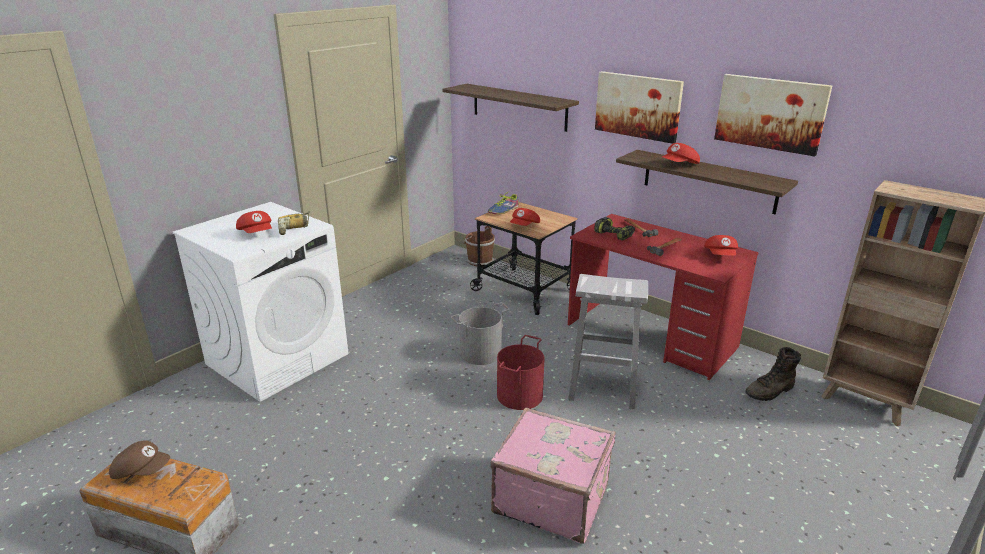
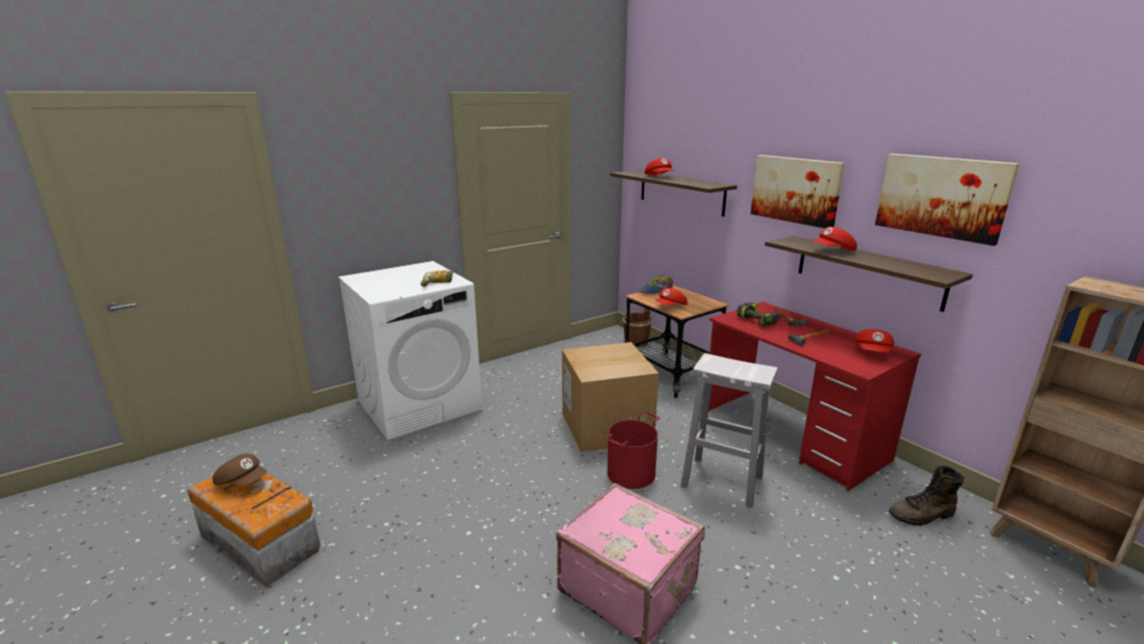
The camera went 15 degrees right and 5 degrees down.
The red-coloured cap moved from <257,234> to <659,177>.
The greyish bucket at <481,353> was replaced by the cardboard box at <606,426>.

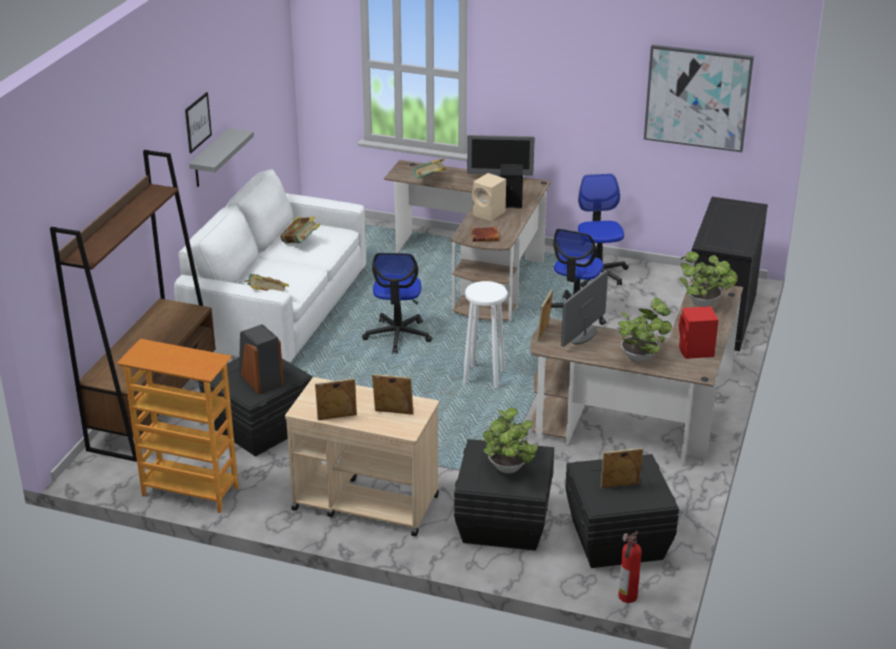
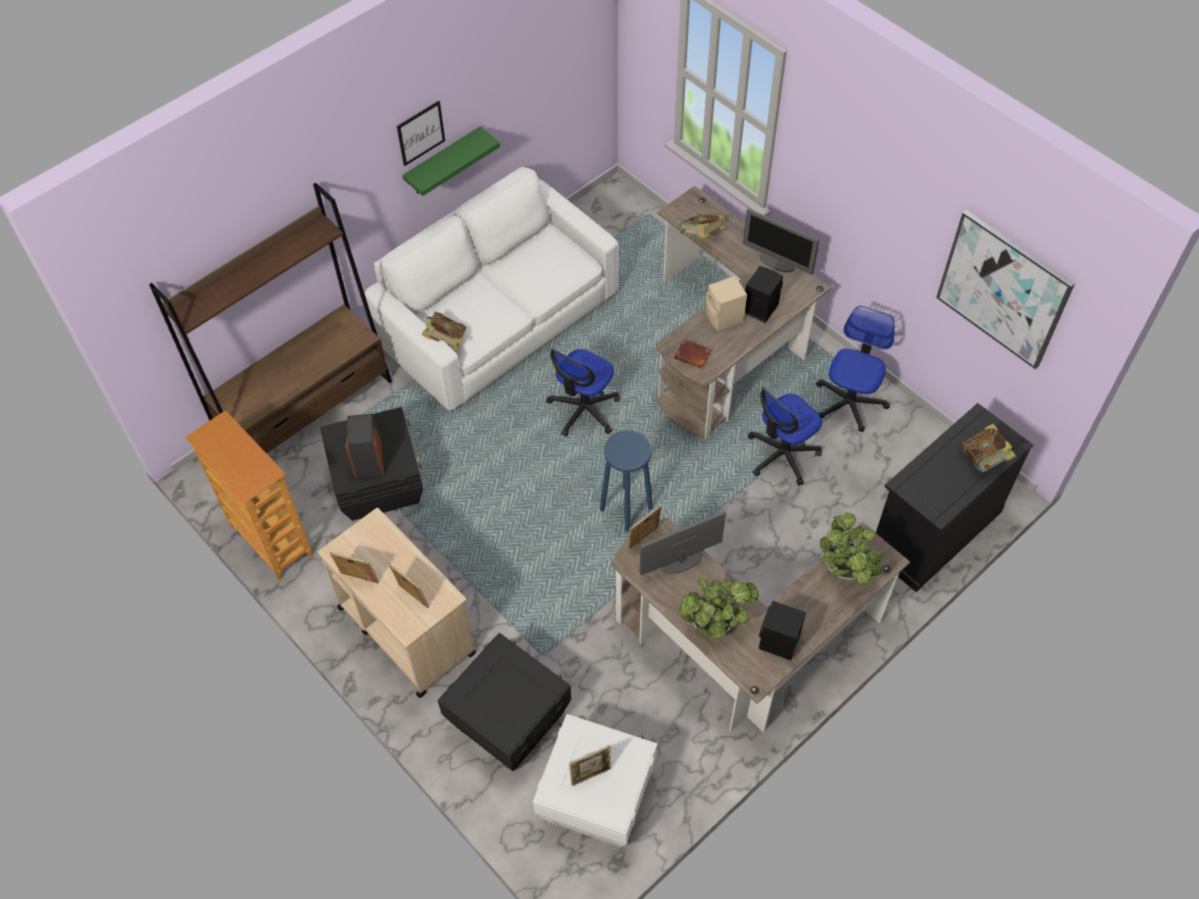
The camera went 30 degrees right and 25 degrees up.
The potted plant at <508,469> disappeared.
The fire extinguisher at <627,597> disappeared.
The bound book moved from <300,243> to <984,459>.
The greyish shelf at <210,159> became the green-coloured shelf at <443,162>.
The white sitting stool at <484,377> became the bluish sitting stool at <626,508>.
The blackish storage bin at <616,539> became the white storage bin at <596,796>.
The red-coloured speaker at <696,351> became the blackish speaker at <778,643>.
The photo frame at <620,487> turned 135 degrees clockwise.

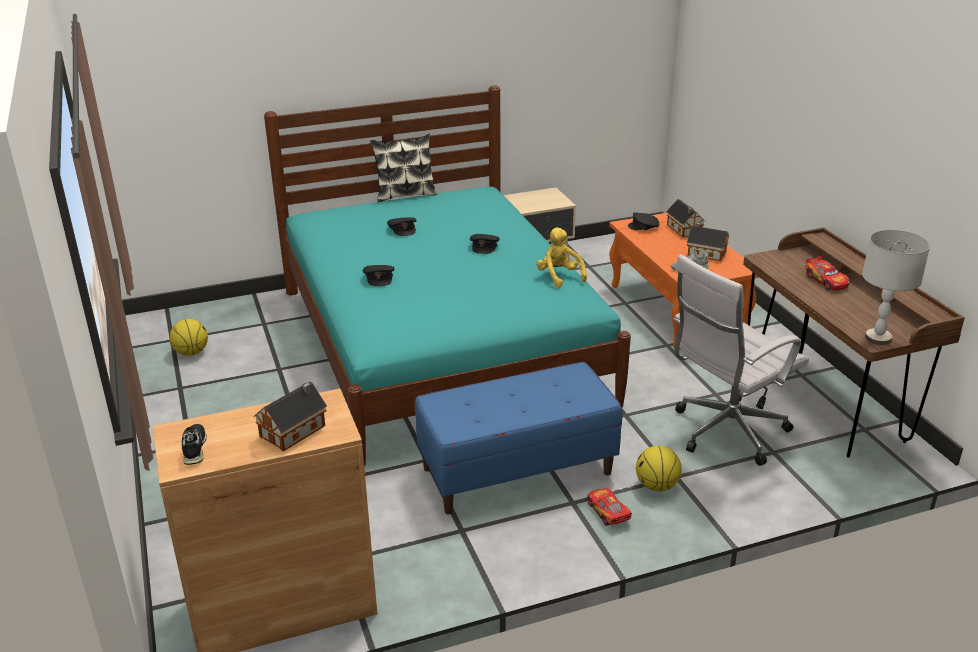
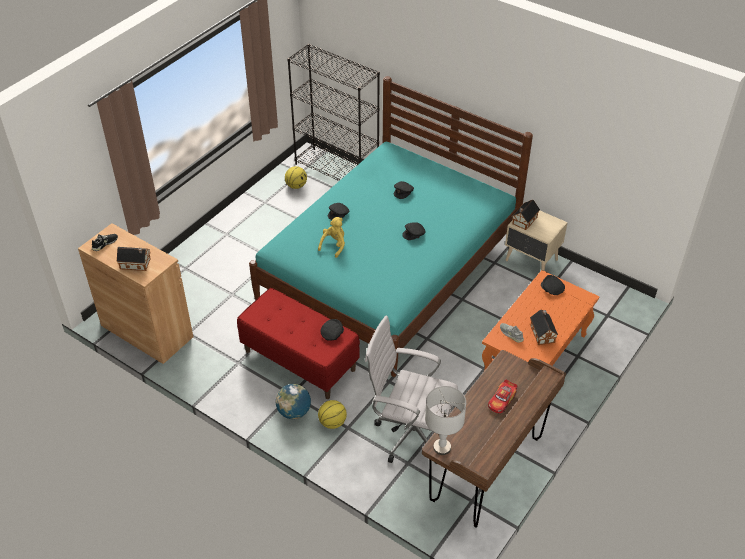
The camera went 55 degrees right and 15 degrees up.
The throw pillow at <405,194> disappeared.
The blackish bookcase at <337,171> appeared.
The blackish cap at <332,333> appeared.
The yellow plush toy moved from <559,276> to <334,245>.
The toy house moved from <684,230> to <524,221>.
The toy car at <608,512> was replaced by the globe at <294,412>.
The bluish bench at <517,470> became the red-coloured bench at <300,360>.

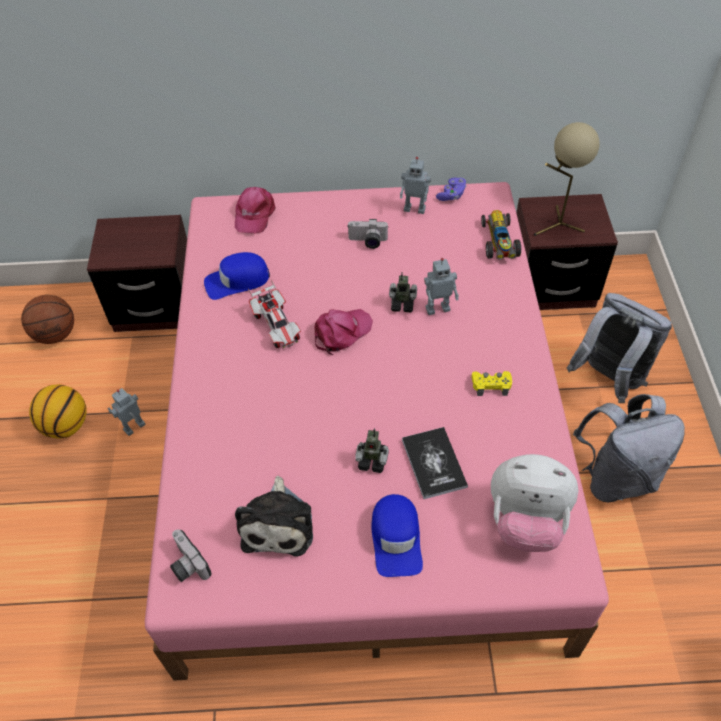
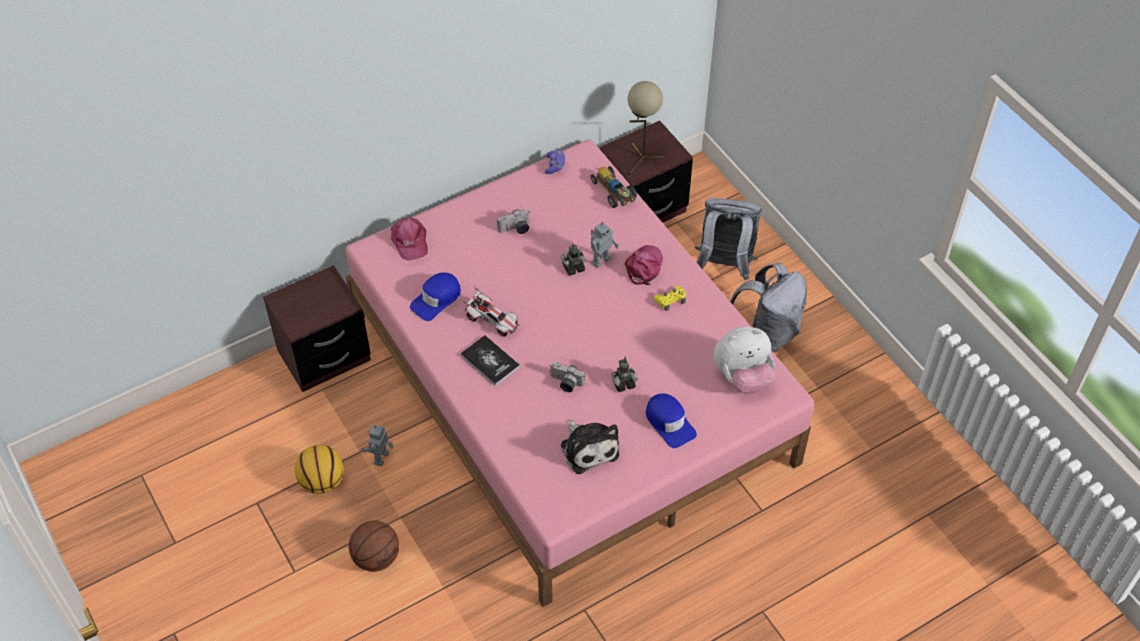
The camera went 30 degrees left and 0 degrees up.
The robot figure at <415,208> disappeared.
The basketball moved from <56,334> to <376,557>.
The photo camera moved from <186,564> to <565,383>.
The pink cap moved from <341,332> to <644,267>.
The bound book moved from <434,463> to <490,361>.

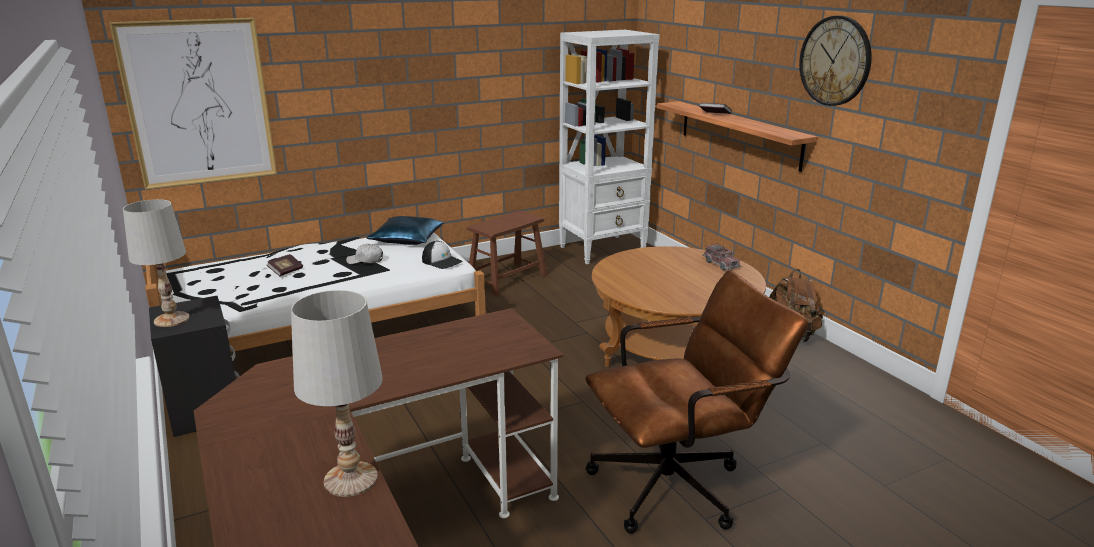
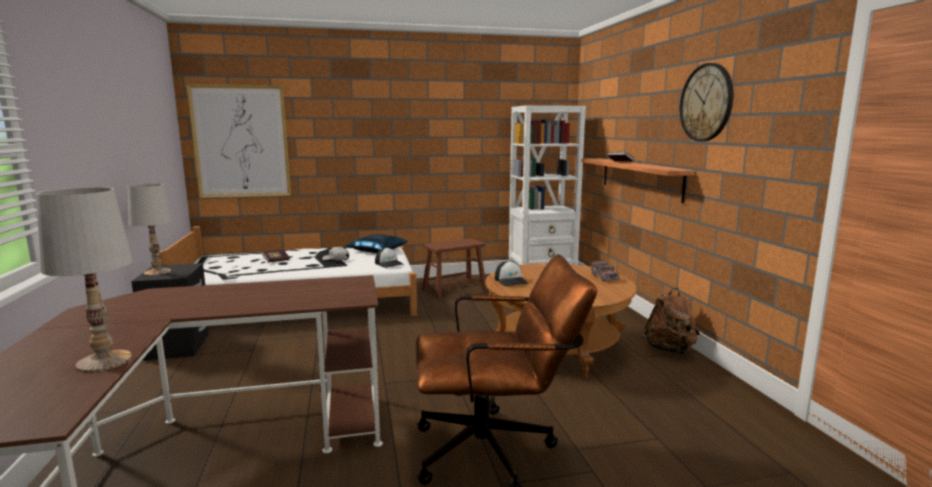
The camera went 15 degrees right and 10 degrees down.
The cap at <511,281> appeared.

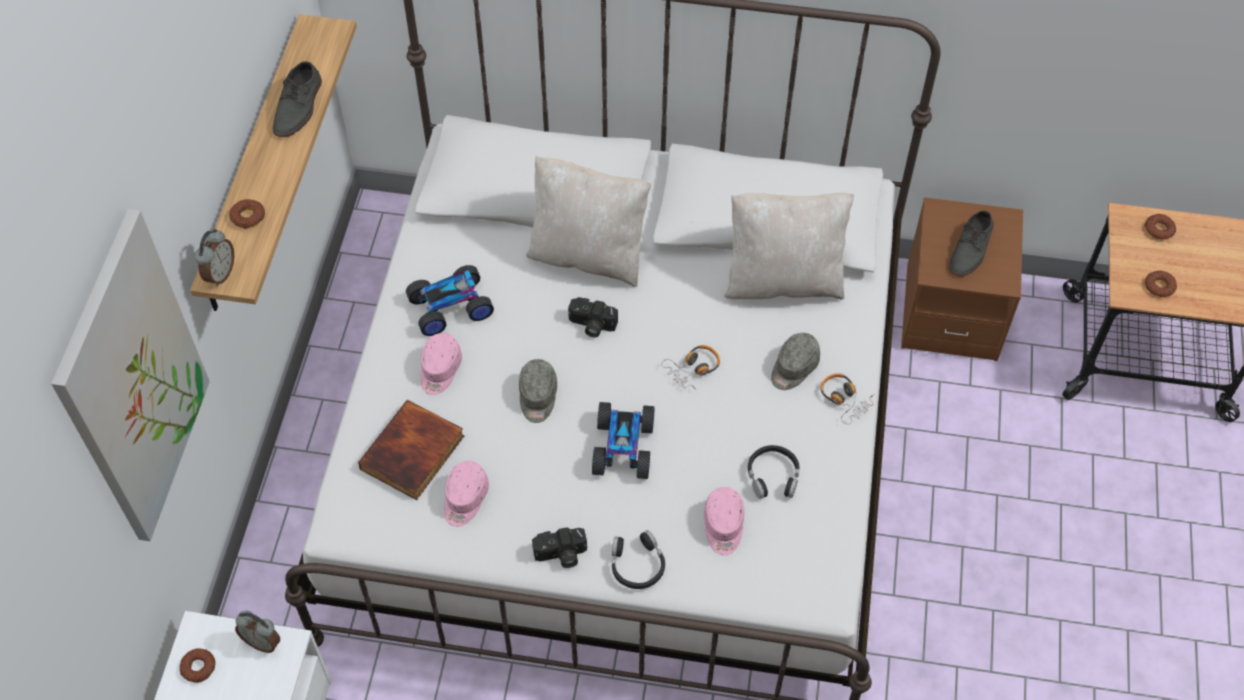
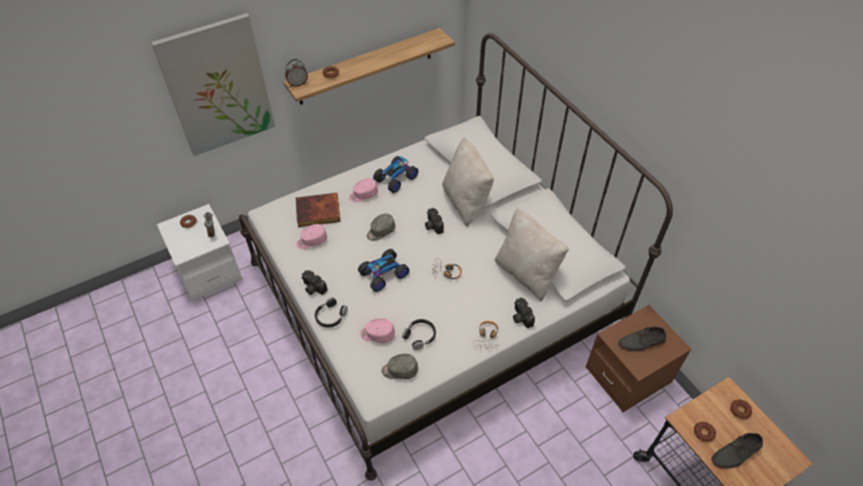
The camera went 50 degrees right and 5 degrees down.
The photo camera at <520,317> appeared.
The greyish item of footwear moved from <299,107> to <736,453>.
The greyish cap moved from <793,368> to <399,370>.
The toy car at <450,307> turned 75 degrees counterclockwise.
The pink cap at <723,526> turned 45 degrees clockwise.

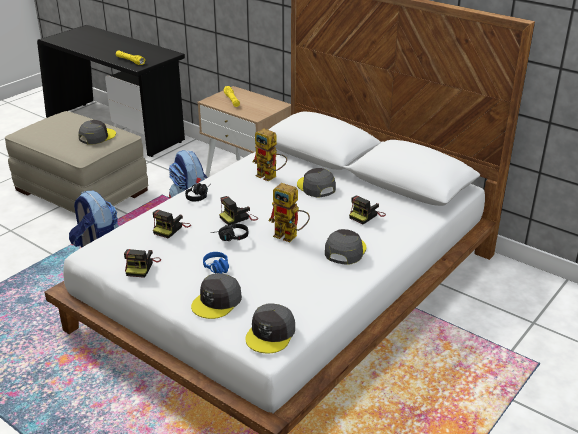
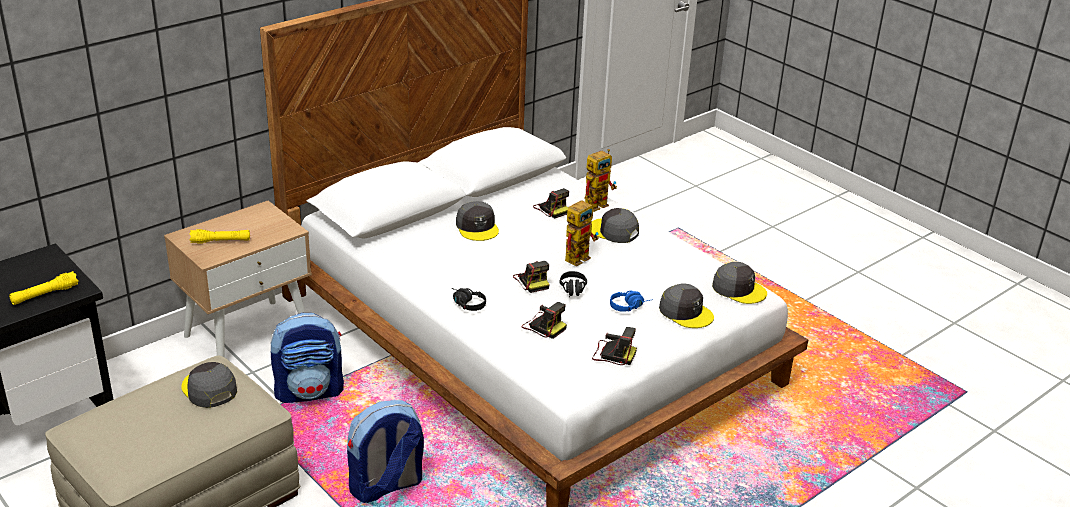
The camera went 80 degrees left and 0 degrees up.
The robot figure moved from <270,177> to <598,203>.
The greyish cap at <316,187> turned 90 degrees counterclockwise.

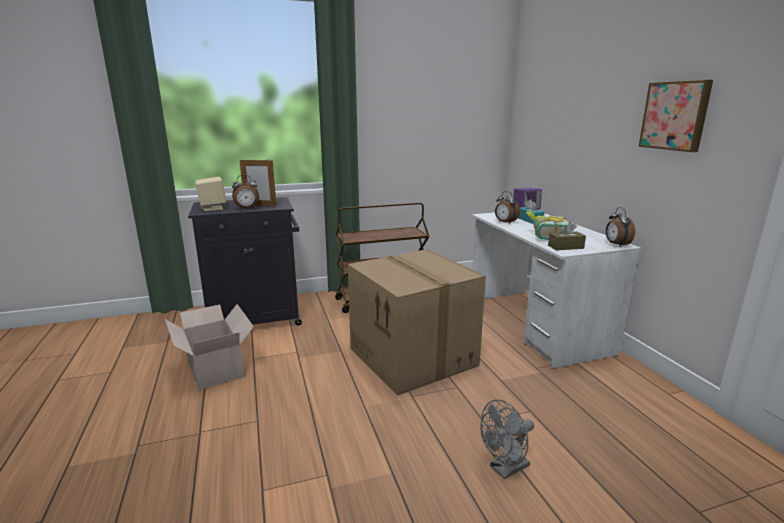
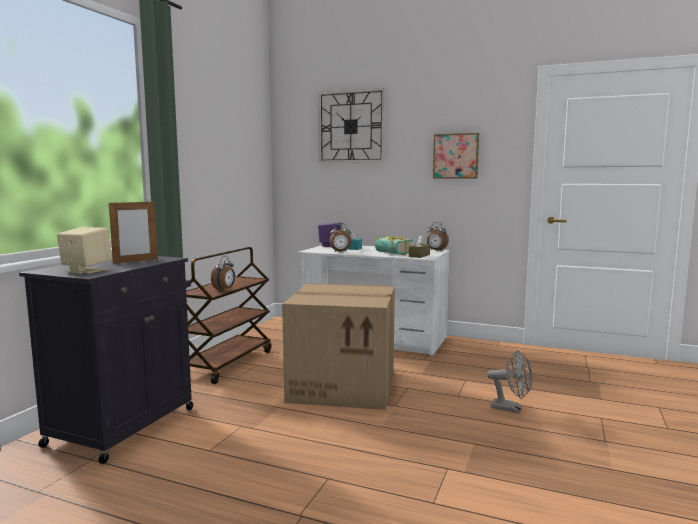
The camera went 50 degrees left and 10 degrees down.
The cardboard box at <215,367> disappeared.
The wall clock at <351,126> appeared.
The bedside clock moved from <247,209> to <224,289>.
The greyish electric fan at <505,469> turned 75 degrees counterclockwise.

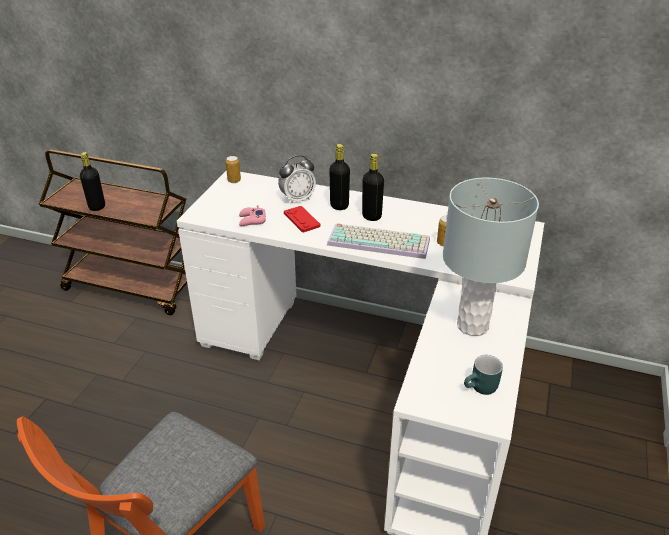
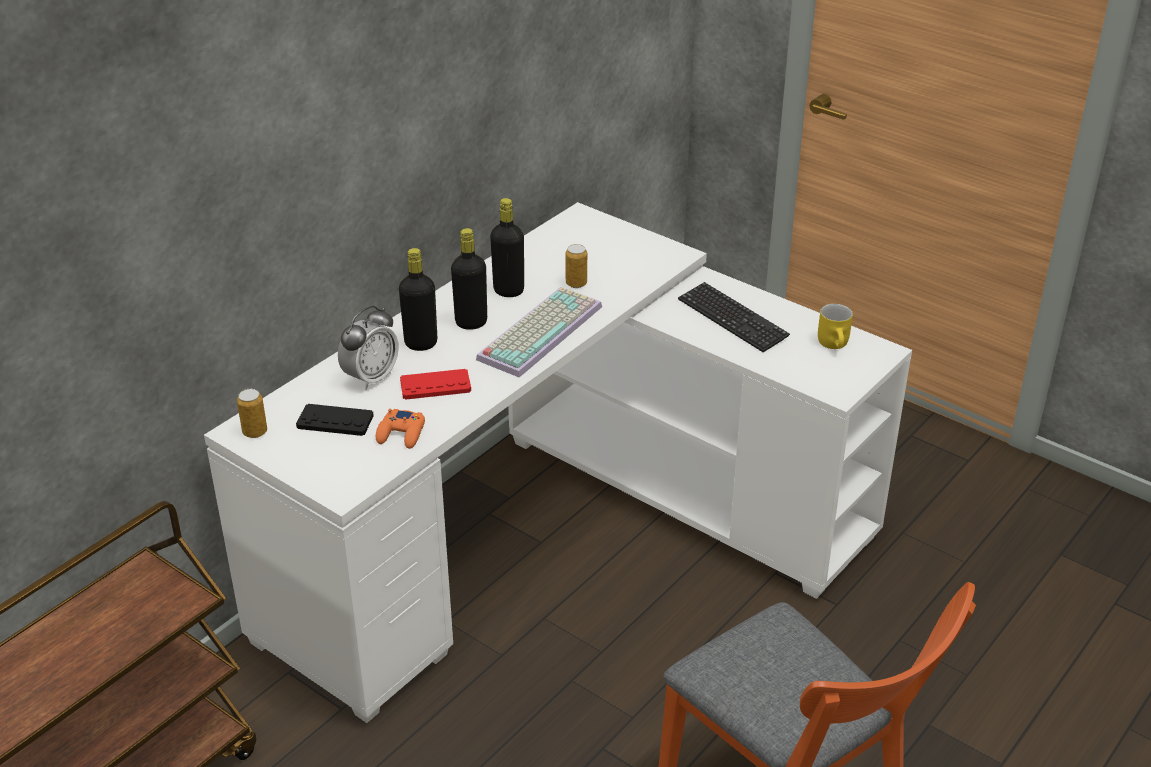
The camera went 70 degrees left and 0 degrees up.
The blackish gamepad at <335,421> appeared.
The blackish bottle moved from <97,207> to <508,290>.
The greyish lamp for a table at <473,326> was replaced by the keyboard at <732,319>.
The pink gamepad at <252,220> became the orange-coloured gamepad at <401,434>.
The turquoise-coloured coffee mug at <481,389> became the yellow coffee mug at <836,344>.
The bedside clock at <297,199> turned 45 degrees clockwise.

